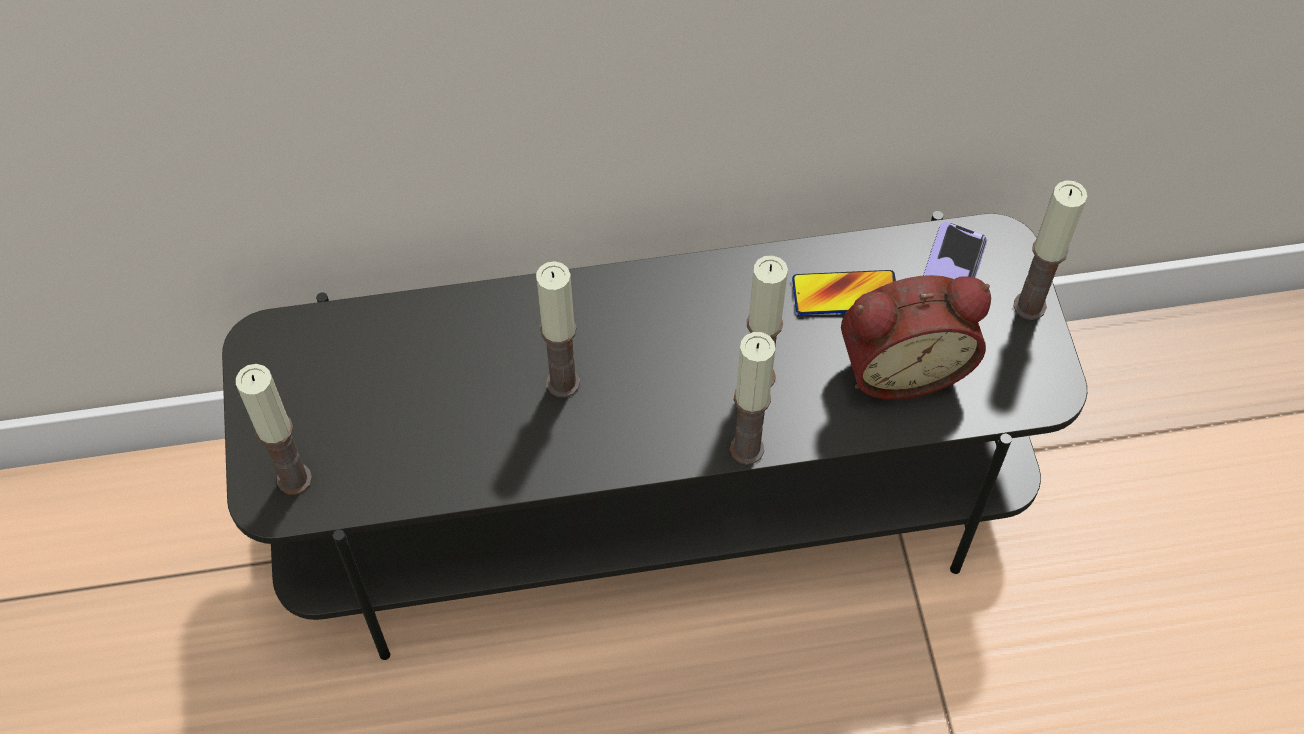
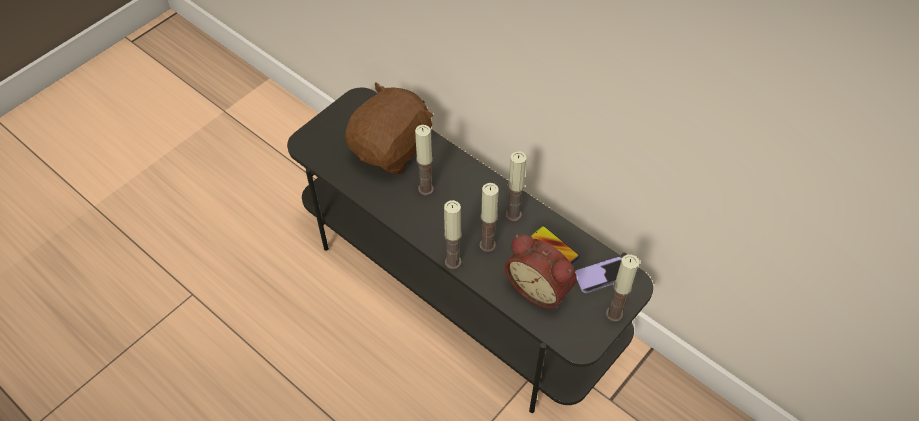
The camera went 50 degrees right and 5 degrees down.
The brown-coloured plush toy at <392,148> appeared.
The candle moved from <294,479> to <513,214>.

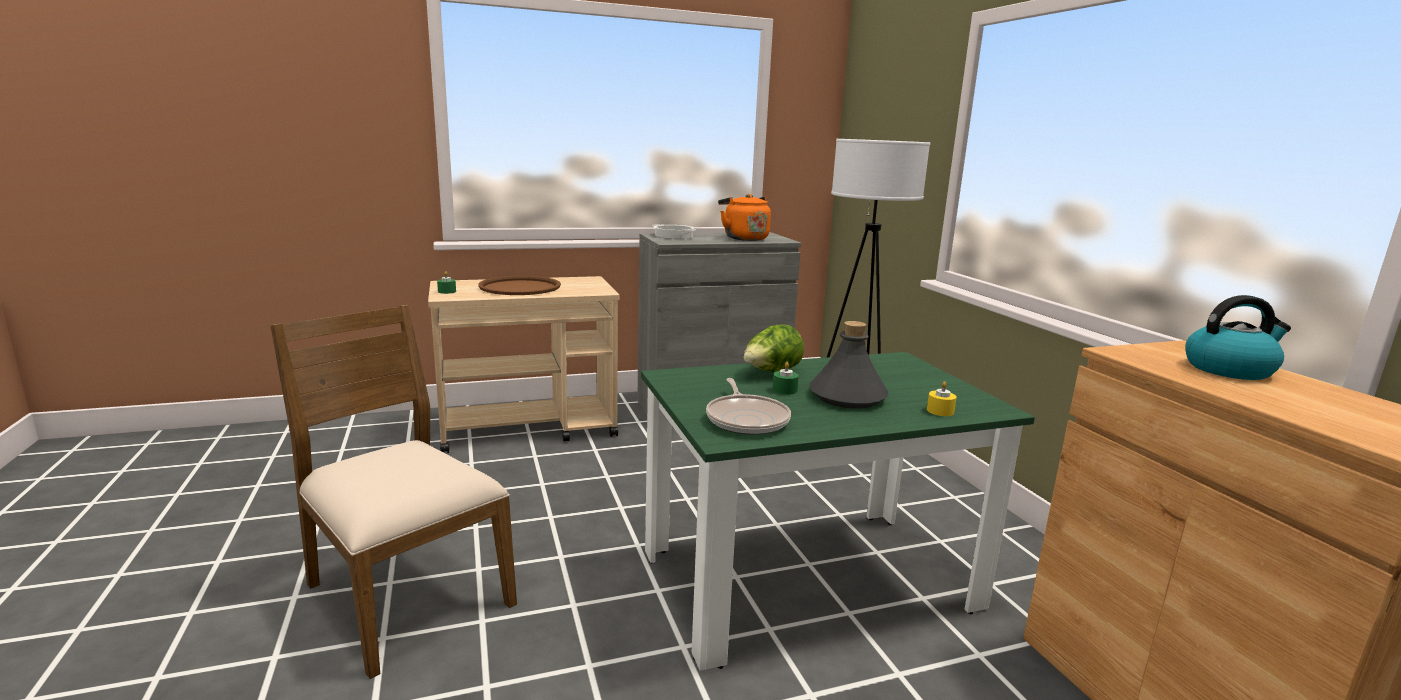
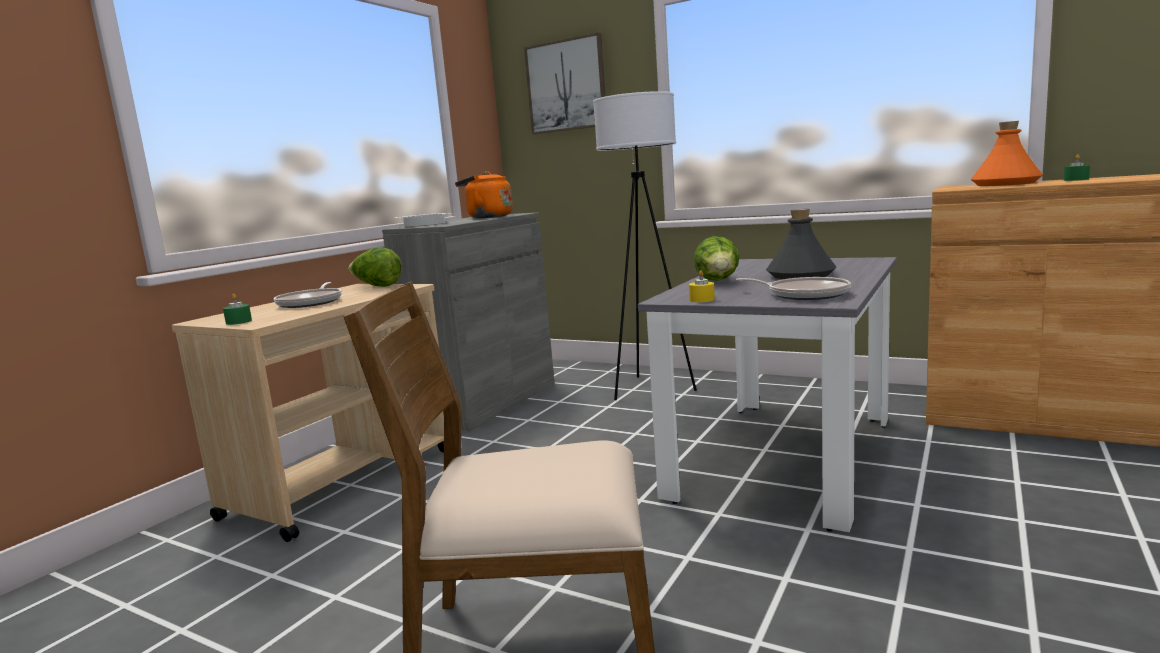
The camera went 40 degrees left and 5 degrees down.
The lettuce at <377,286> appeared.
The picture at <566,86> appeared.
The green-coloured candle moved from <784,390> to <1076,180>.
The yellow candle moved from <940,411> to <702,299>.
The brown-coloured carrying tray at <520,287> was replaced by the pan at <311,302>.
The kettle at <1229,369> was replaced by the orange-coloured bottle at <1005,184>.
The green-coloured dinner table at <808,580> became the greyish dinner table at <784,457>.

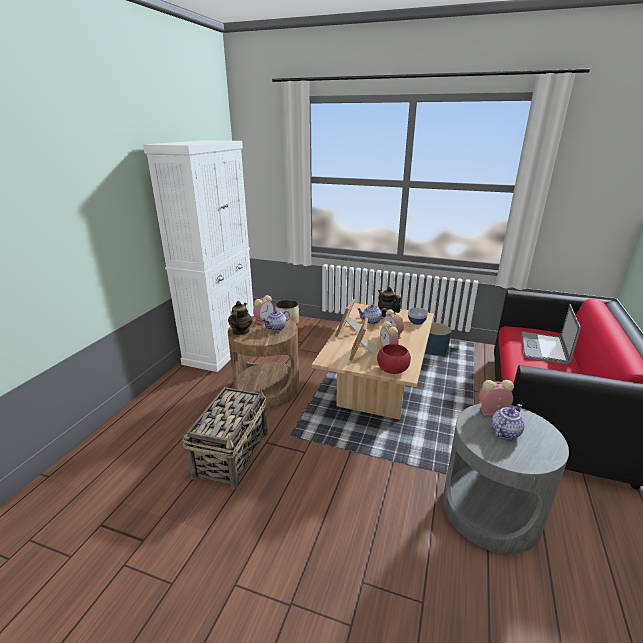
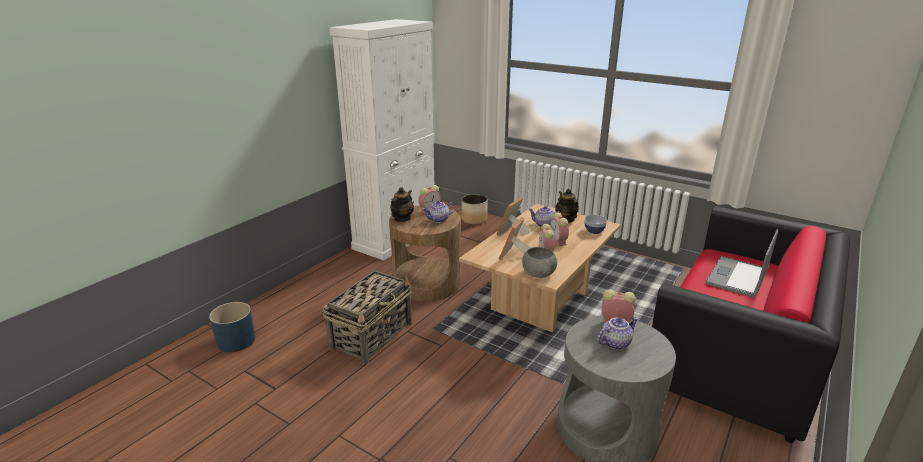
The camera went 15 degrees right and 0 degrees up.
The bluish flower pot moved from <434,349> to <235,341>.
The red-coloured serving bowl at <392,370> became the greyish serving bowl at <538,274>.

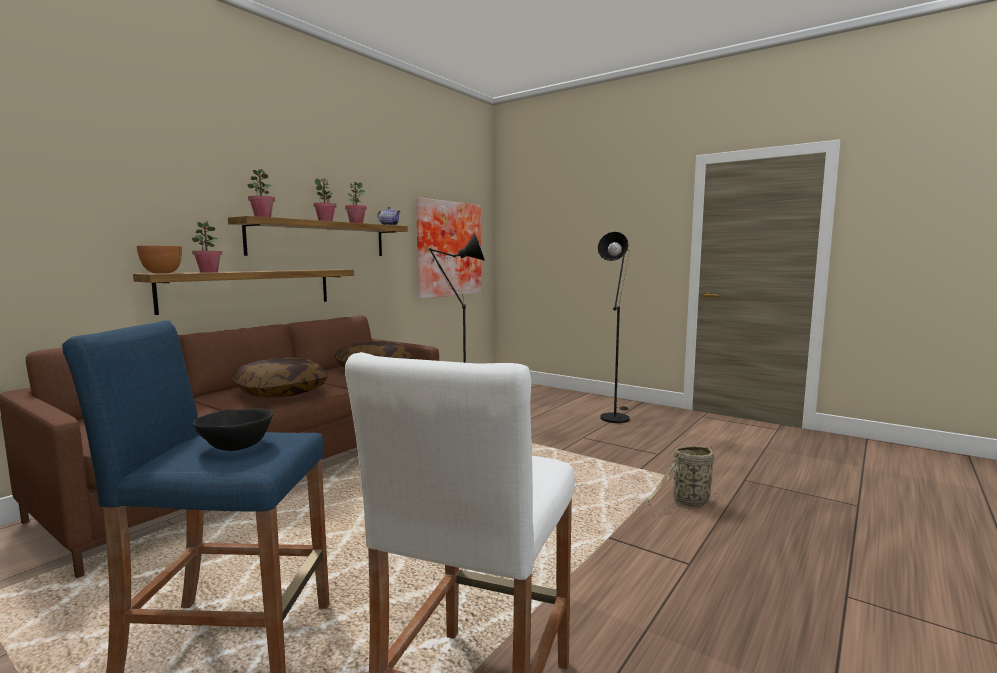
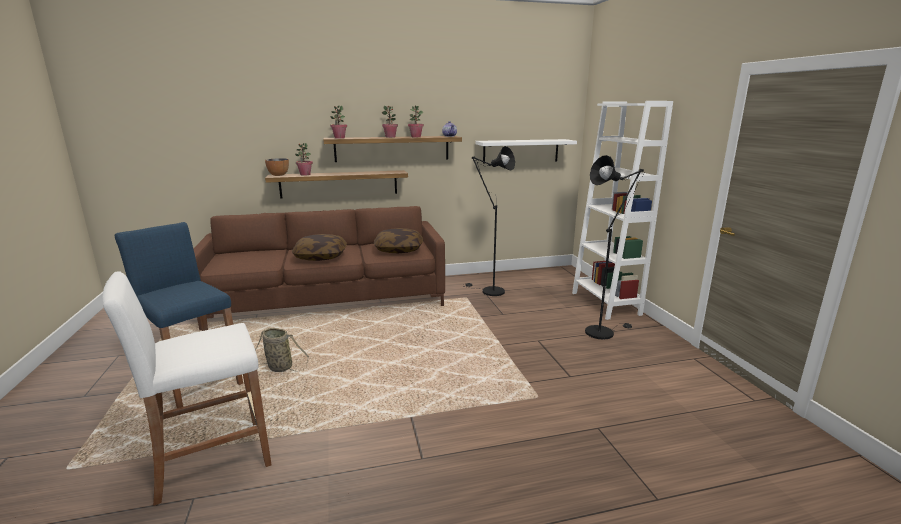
The camera went 40 degrees right and 10 degrees up.
The blackish serving bowl at <237,445> disappeared.
The white bookcase at <605,303> appeared.
The storage basket moved from <688,502> to <278,367>.
The picture at <447,249> was replaced by the white shelf at <521,151>.

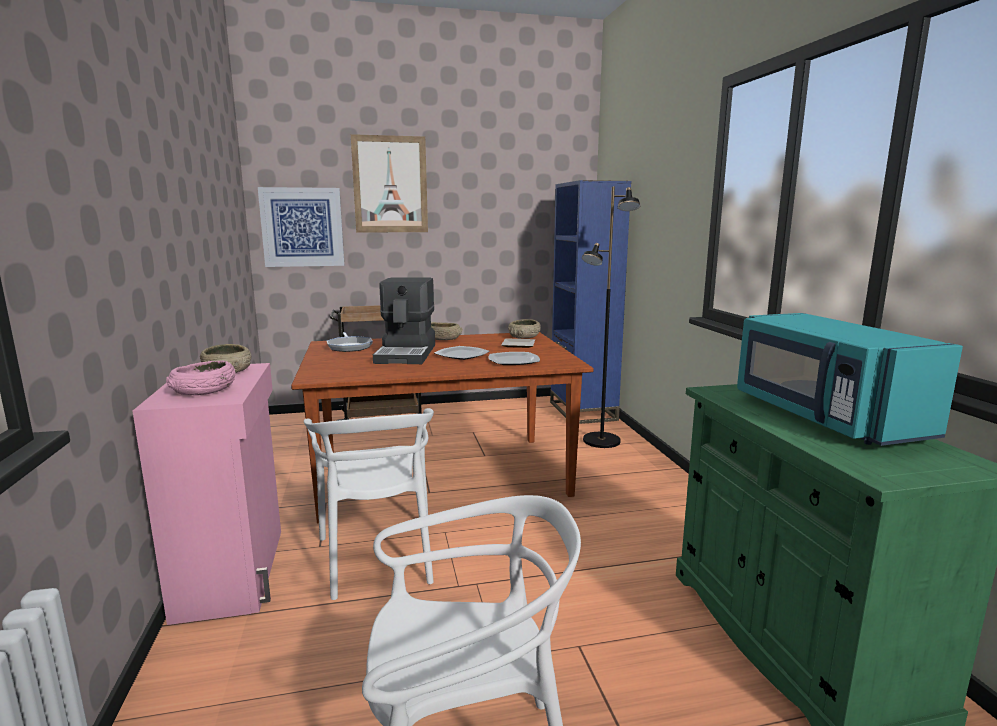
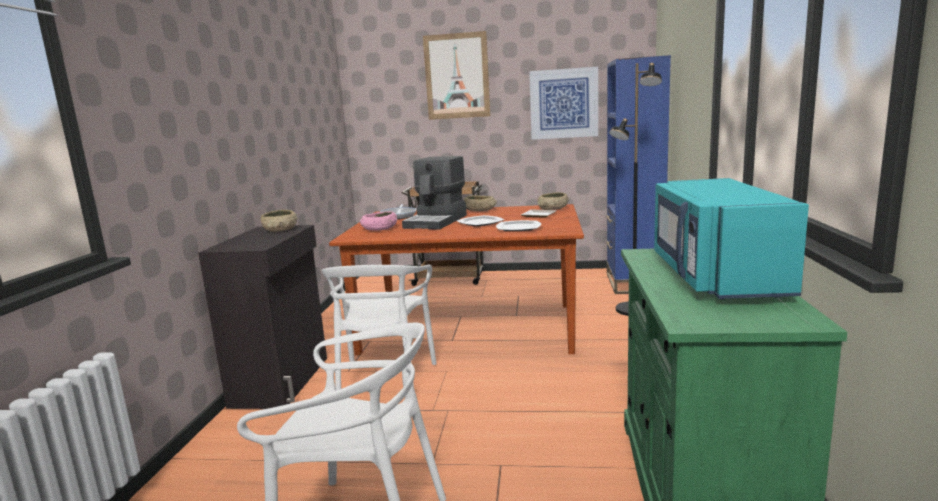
The camera went 20 degrees right and 0 degrees up.
The pink serving bowl moved from <204,391> to <380,229>.
The picture moved from <302,227> to <563,103>.
The pink storage cabinet at <234,571> became the blackish storage cabinet at <283,381>.

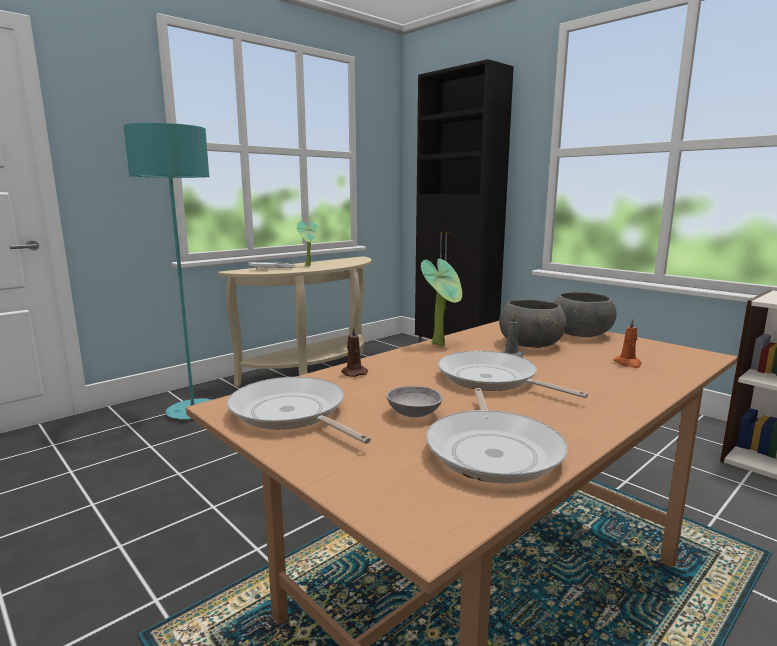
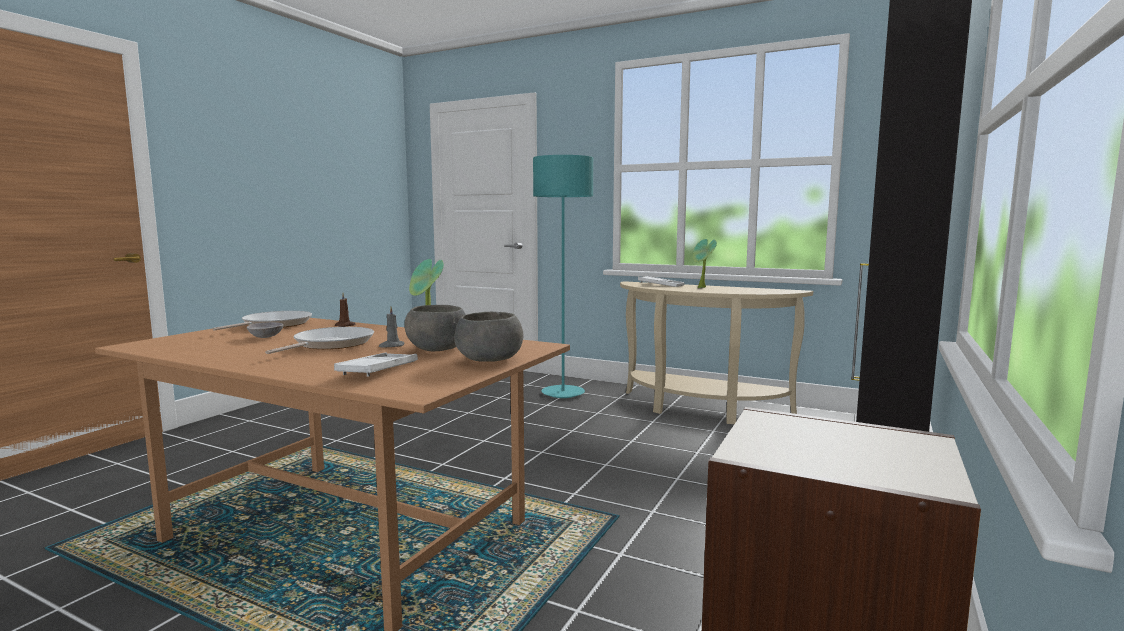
The camera went 70 degrees right and 5 degrees down.
The pan at <493,450> disappeared.
The orange-coloured candle at <628,363> was replaced by the white carrying tray at <378,370>.

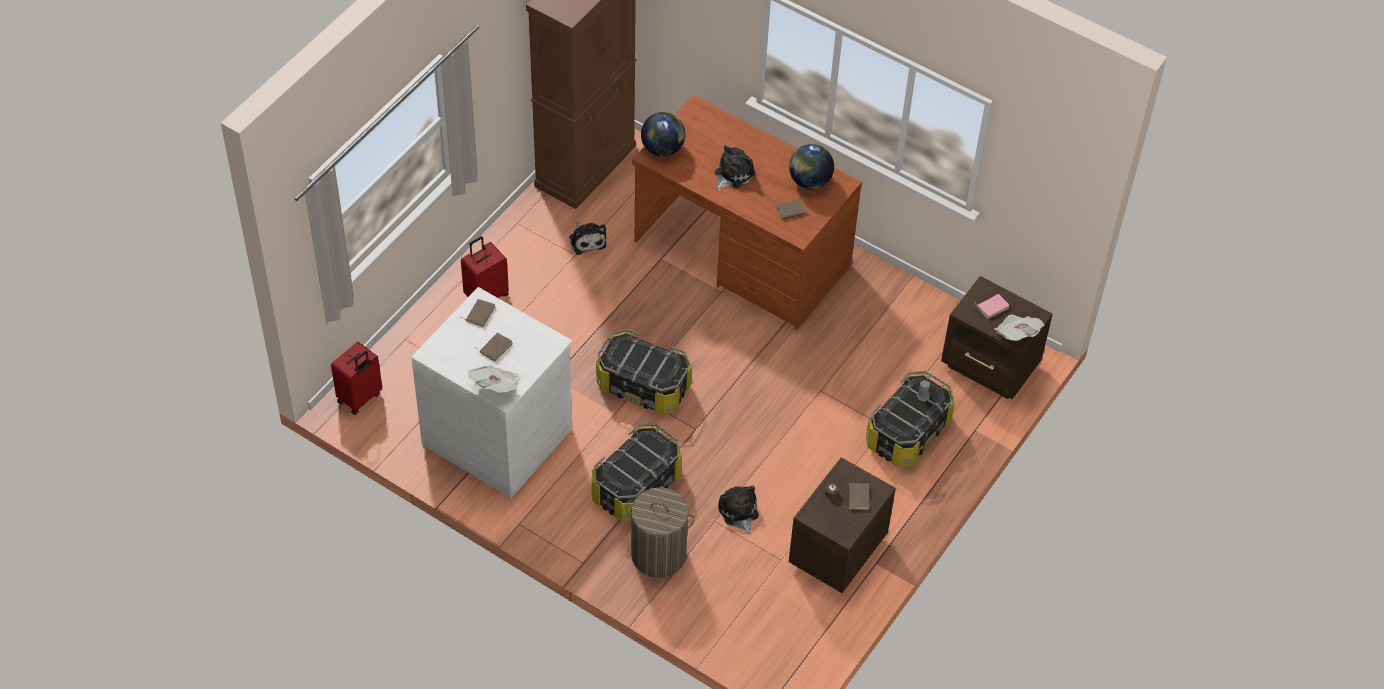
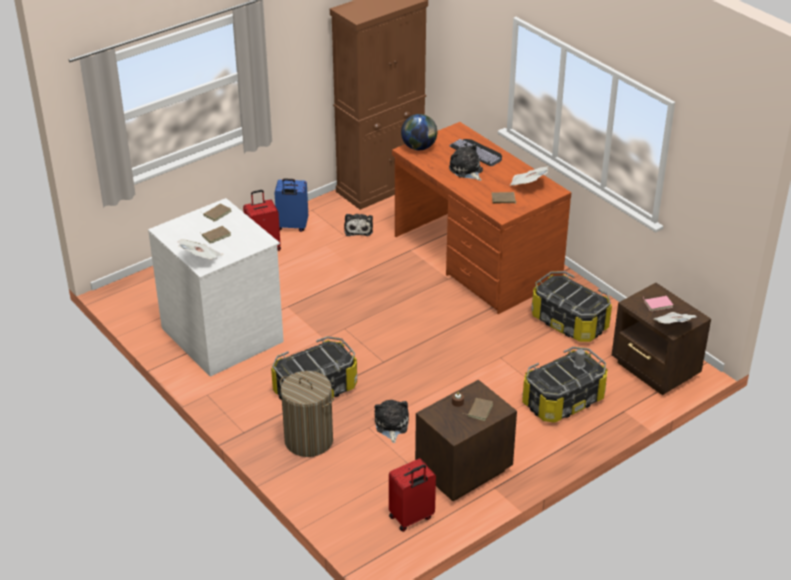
The camera went 20 degrees right and 15 degrees down.
The bluish piece of luggage at <292,226> appeared.
The keyboard at <478,152> appeared.
The red-coloured piece of luggage moved from <360,398> to <411,518>.
The storage bin moved from <643,386> to <569,322>.
The globe at <809,181> was replaced by the newspaper at <527,185>.
The plush toy at <732,174> turned 90 degrees counterclockwise.

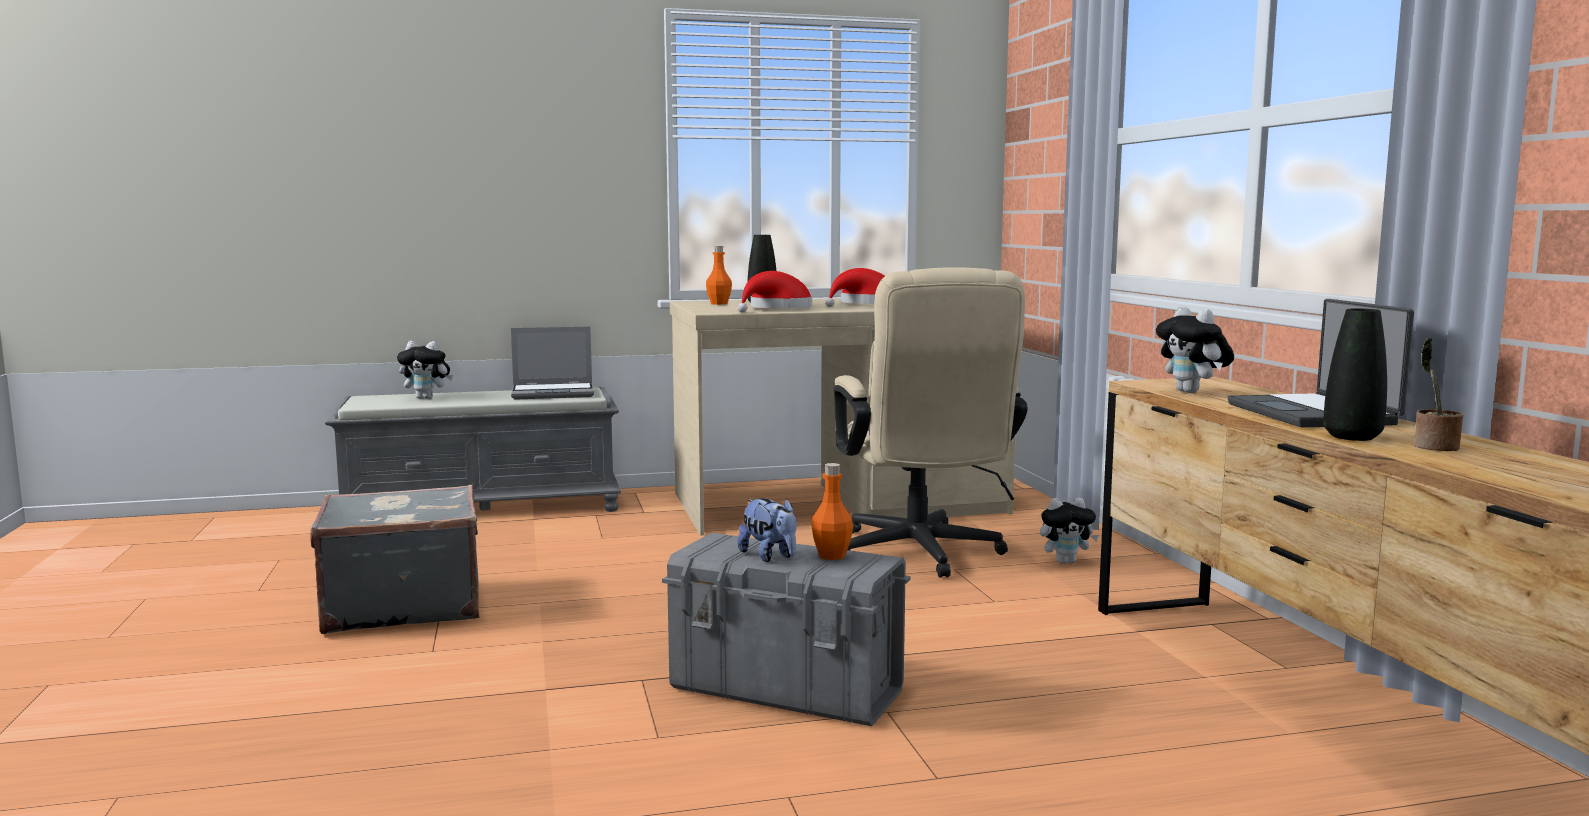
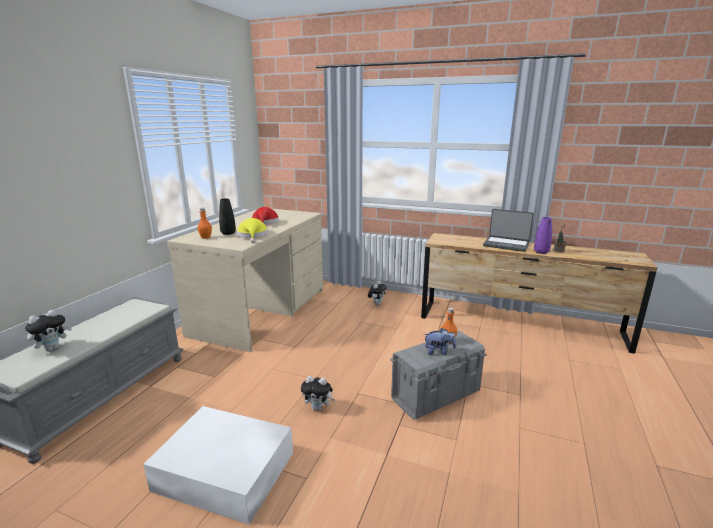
The camera went 55 degrees left and 10 degrees up.
The laptop at <554,393> disappeared.
The sand-coloured desk chair at <921,555> disappeared.
The plush toy moved from <1192,392> to <318,408>.
The greyish piece of luggage at <402,606> was replaced by the white storage bin at <226,472>.
The red-coloured wearable hat at <777,309> became the yellow wearable hat at <253,236>.
The blackish decorative vase at <1352,437> became the purple-coloured decorative vase at <541,252>.

